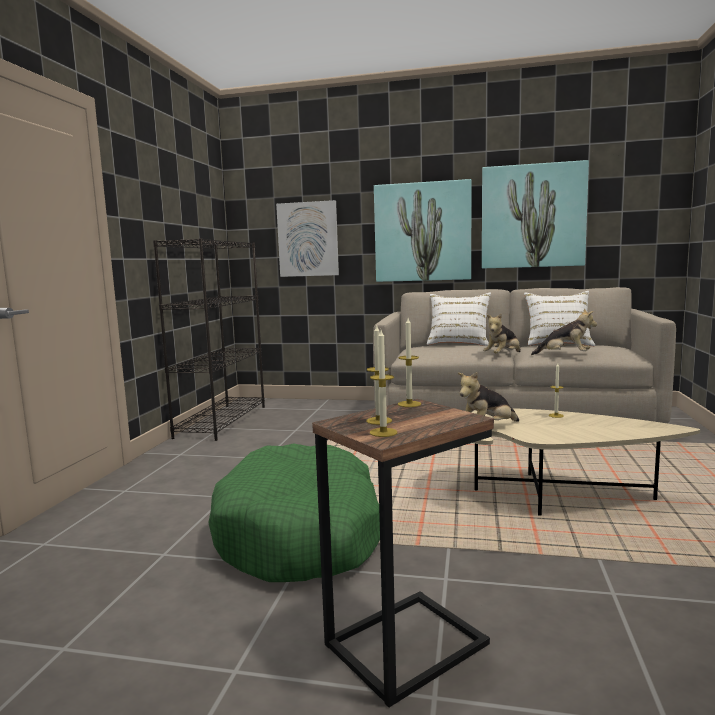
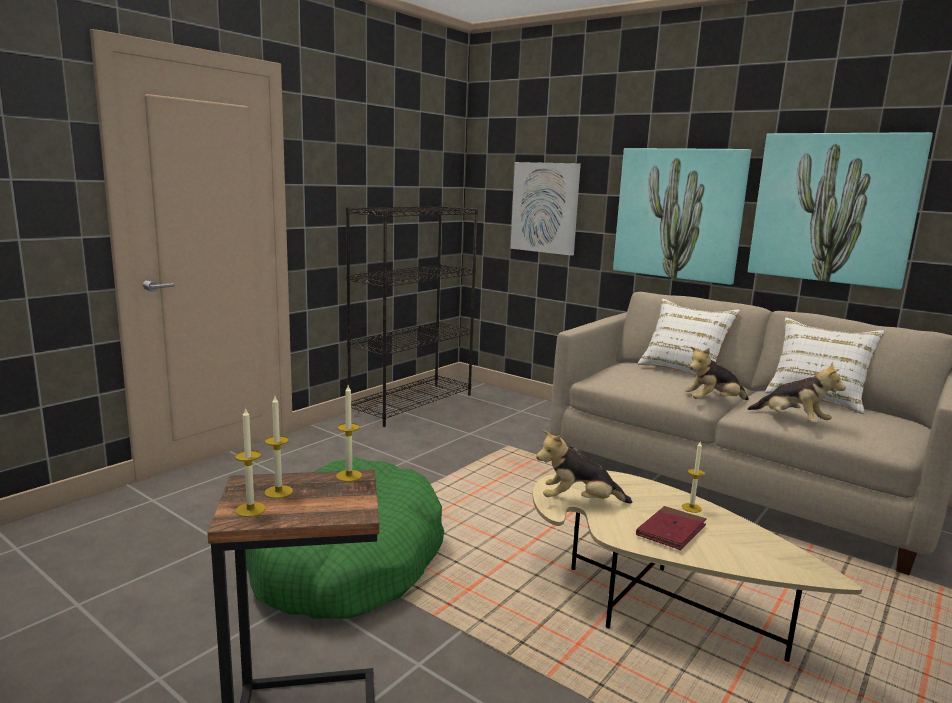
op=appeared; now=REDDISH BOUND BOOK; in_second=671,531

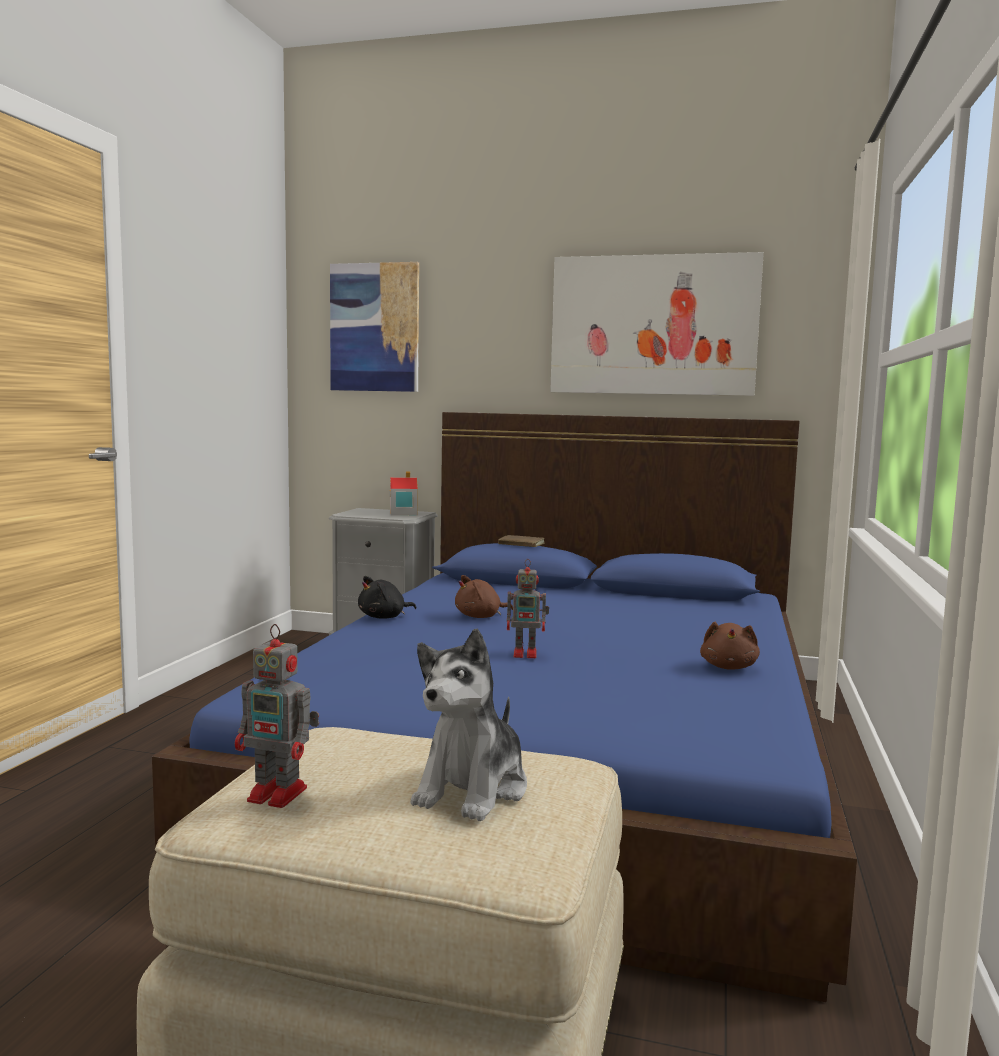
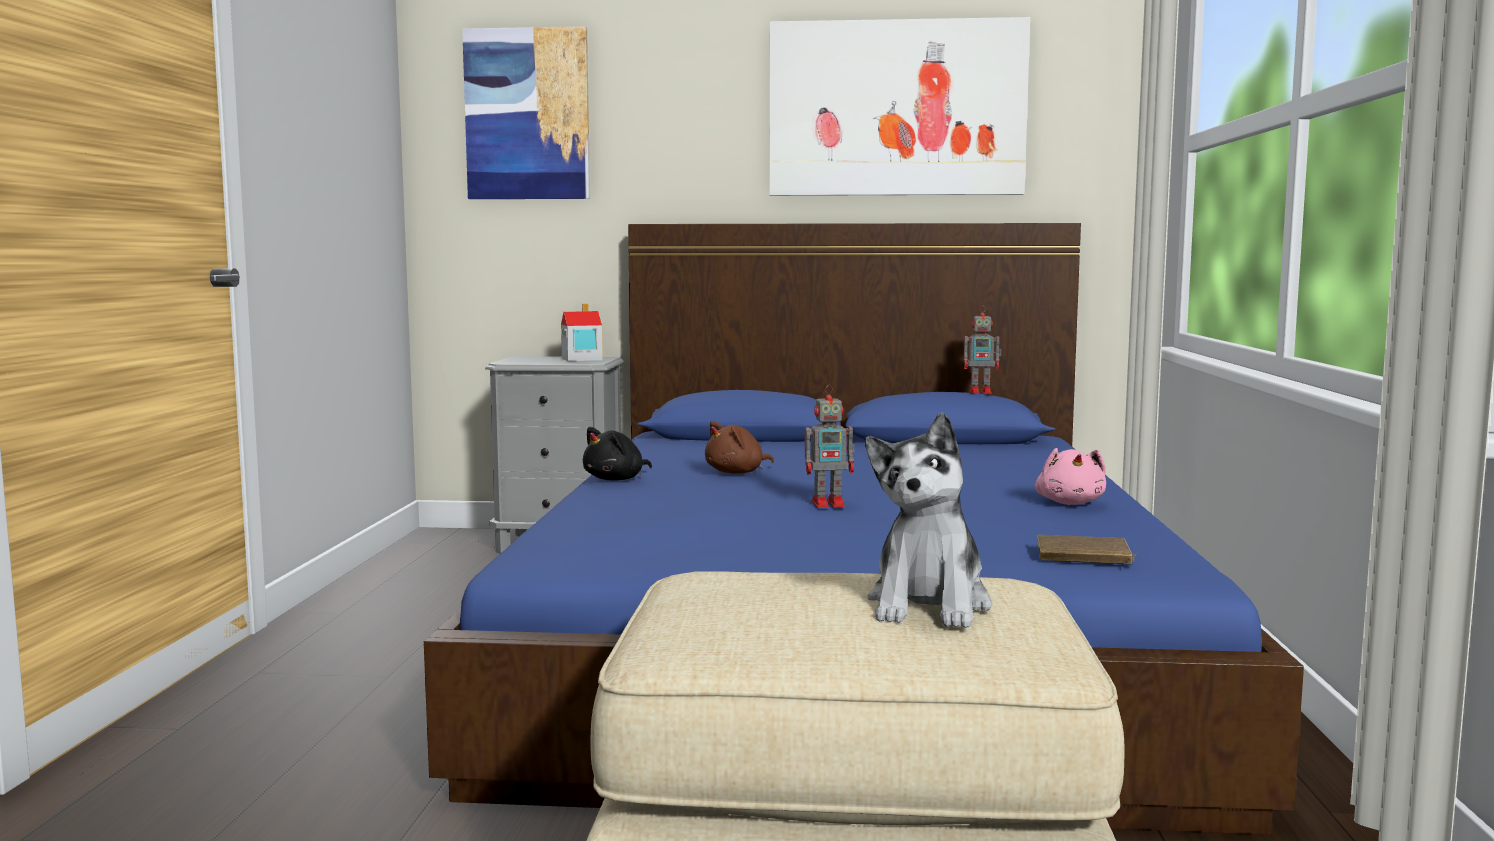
op=relocated; was=TOY ROBOT; in_first=280,794; in_second=981,392
op=relocated; was=BROWN BOUND BOOK; in_first=520,544; in_second=1083,557
op=colour; was=BROWN SOFT TOY; now=PINK-COLOURED SOFT TOY; in_first=729,667; in_second=1070,503

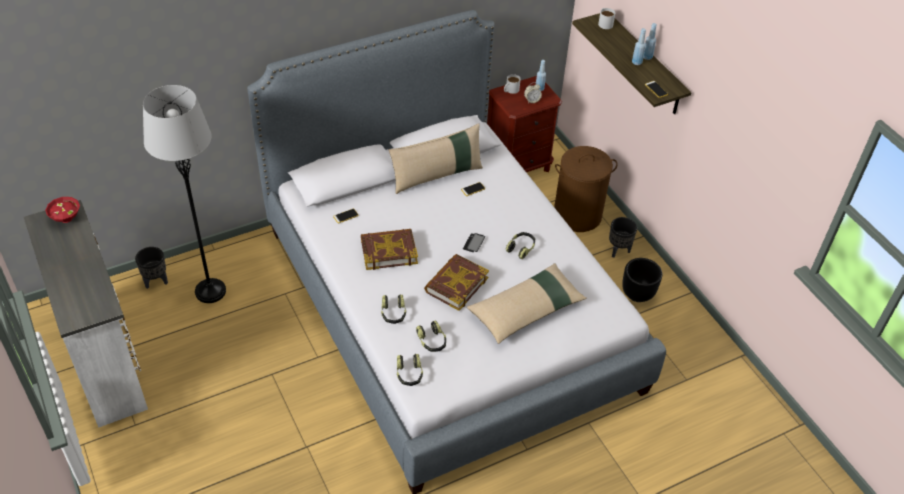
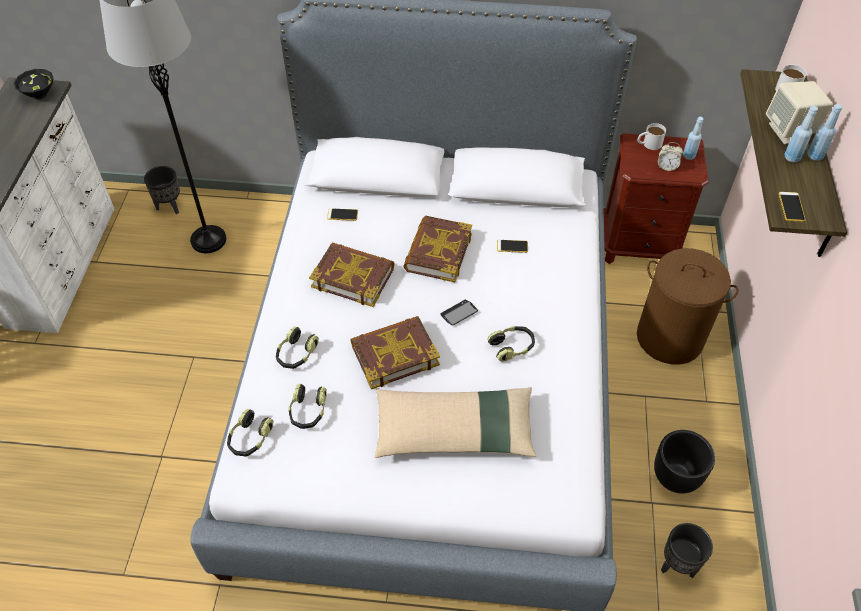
op=missing; was=BEIGE CUSHION; in_first=436,175
op=appeared; now=BOUND BOOK; in_second=437,252
op=appeared; now=BEIGE SPEAKER; in_second=789,131
op=relocated; was=BLACKISH FLOWER POT; in_first=619,251; in_second=678,566
op=colour; was=REDDISH BOWL; now=BLACKISH BOWL; in_first=65,219; in_second=39,95

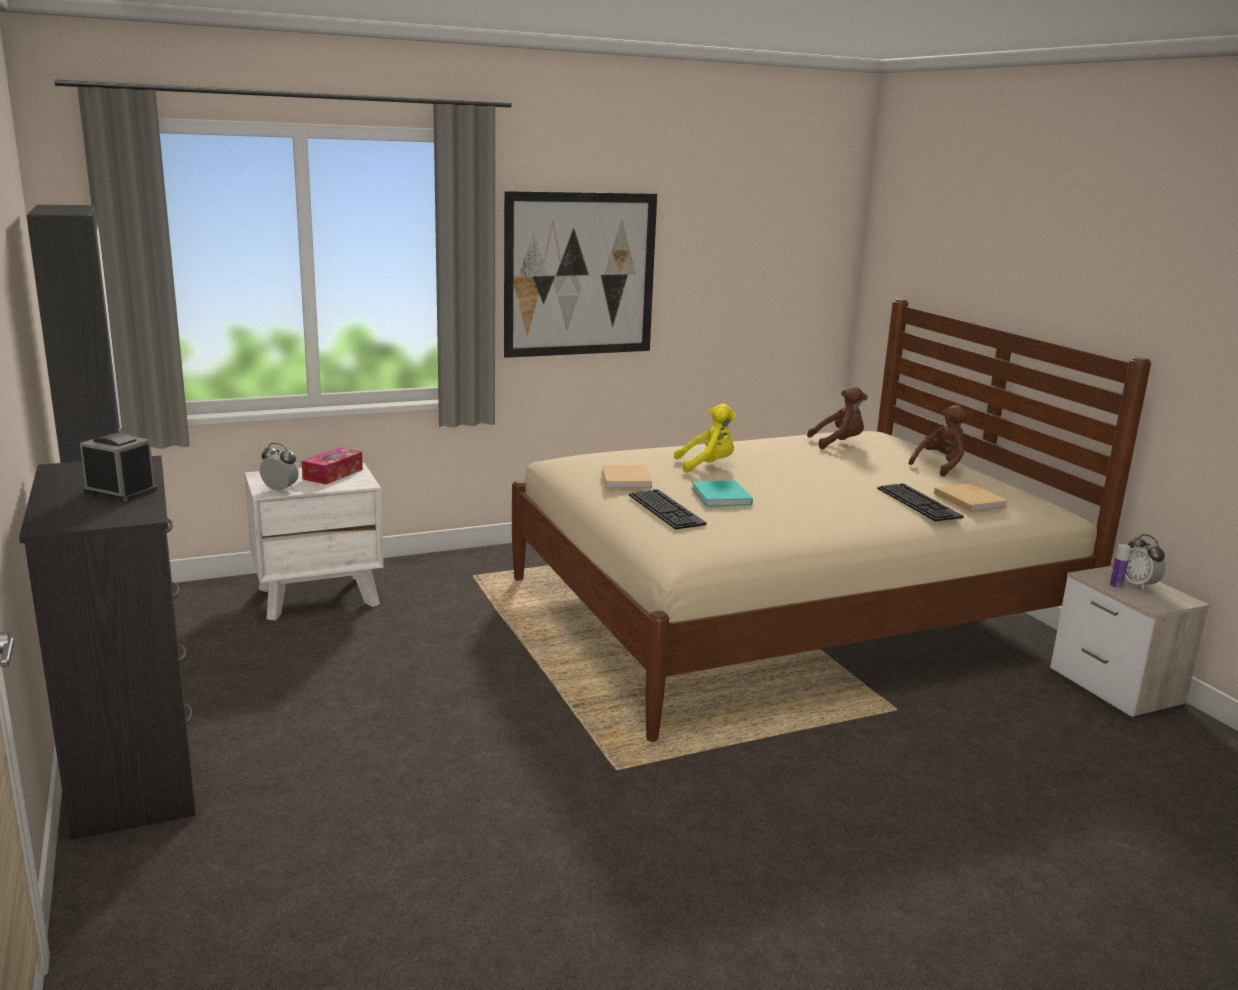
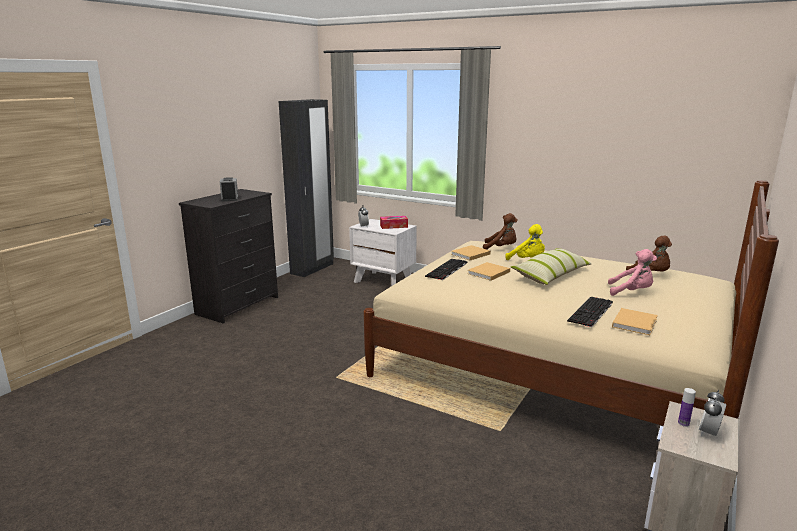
op=missing; was=PICTURE; in_first=580,275
op=appeared; now=CUSHION; in_second=551,275
op=appeared; now=PINK-COLOURED SOFT TOY; in_second=631,292
op=relocated; was=BROWN SOFT TOY; in_first=940,466; in_second=501,248
op=colour; was=BLUE-GREEN BOUND BOOK; now=BEIGE BOUND BOOK; in_first=721,497; in_second=488,273

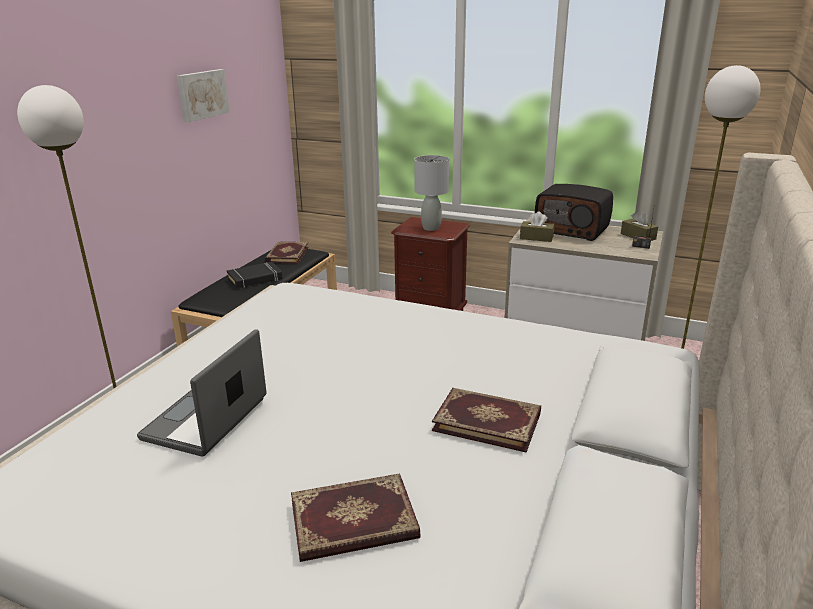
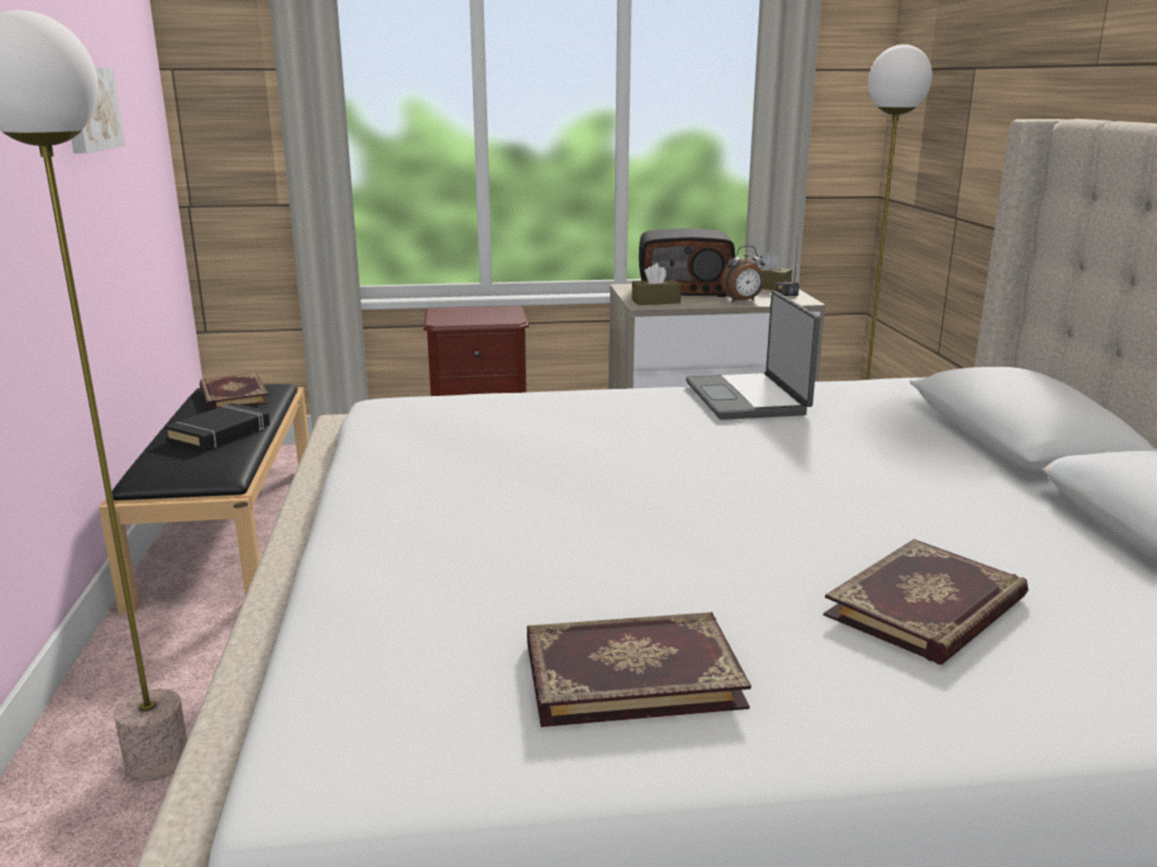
op=missing; was=GREYISH LAMP FOR A TABLE; in_first=430,228
op=appeared; now=ALARM CLOCK; in_second=743,301
op=relocated; was=NOTEBOOK COMPUTER; in_first=207,419; in_second=748,398
op=relocated; was=BOUND BOOK; in_first=487,421; in_second=631,672

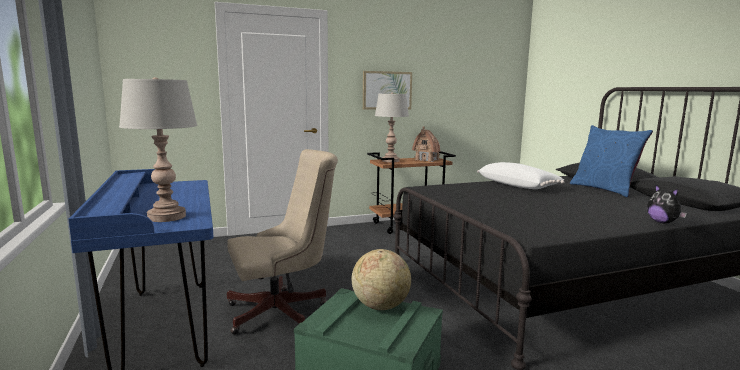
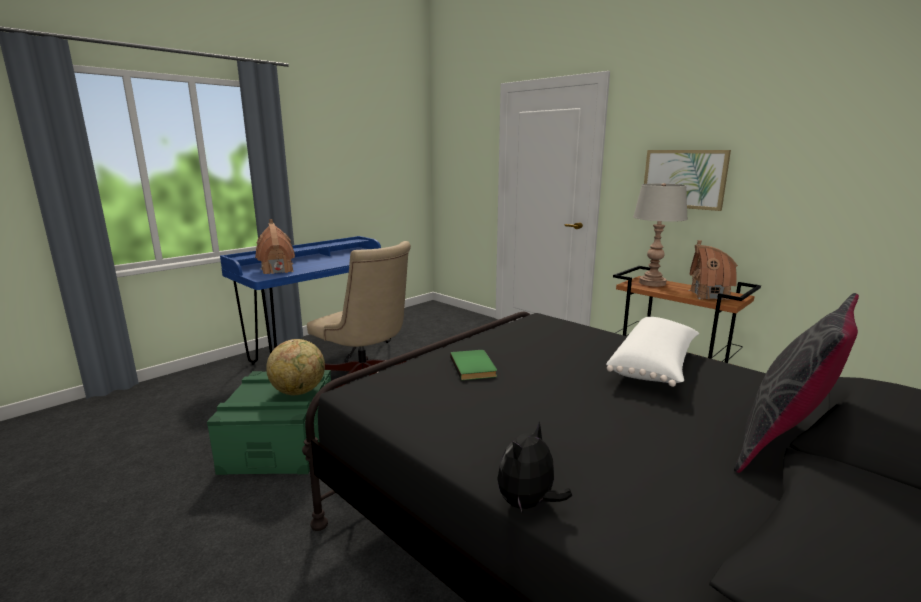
op=appeared; now=GREEN BOUND BOOK; in_second=474,367
op=exchanged; was=GREYISH LAMP FOR A TABLE; now=MODEL HOUSE; in_first=167,217; in_second=277,270
op=colour; was=BLUISH CUSHION; now=GREYISH CUSHION; in_first=604,189; in_second=783,446

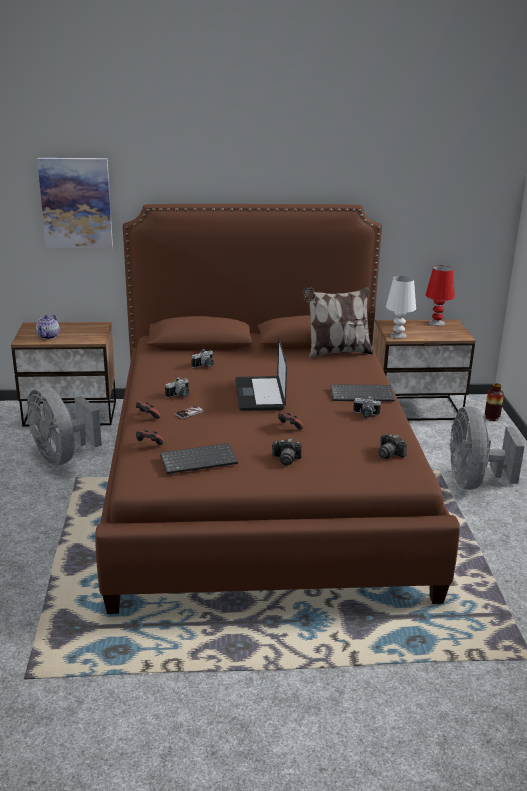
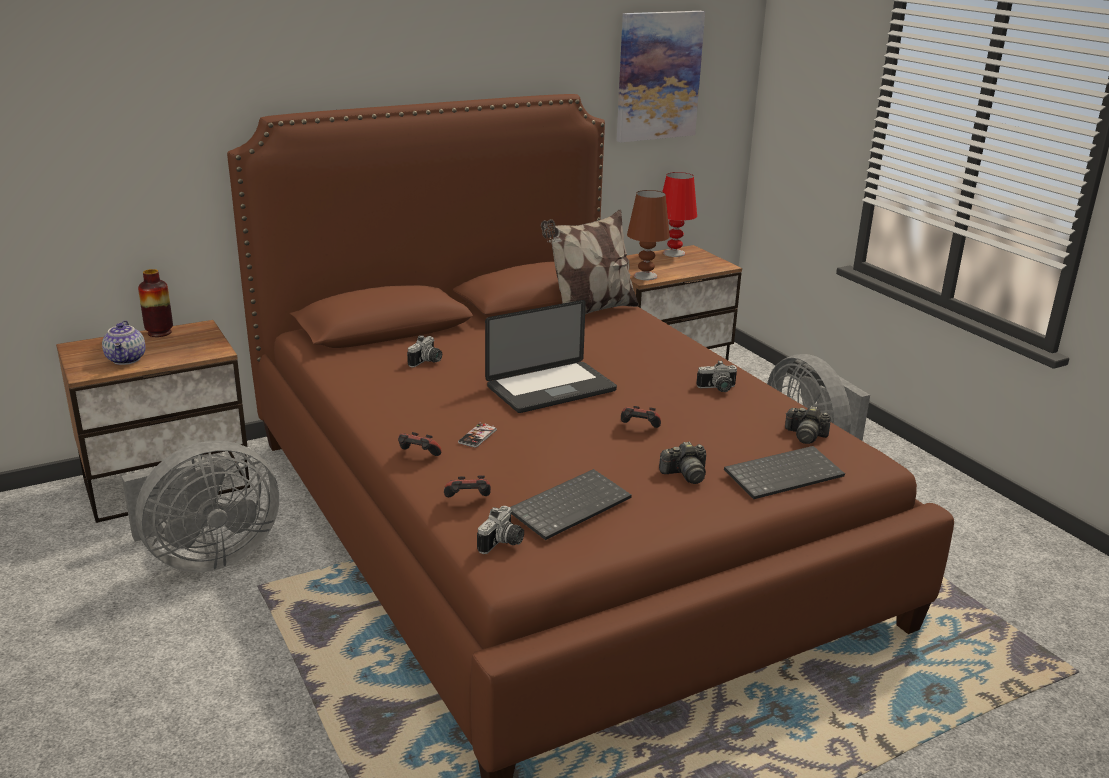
op=relocated; was=PICTURE; in_first=76,203; in_second=658,76
op=relocated; was=PHOTO CAMERA; in_first=180,395; in_second=503,543
op=relocated; was=KEYBOARD; in_first=362,394; in_second=783,474
op=relocated; was=DECORATIVE VASE; in_first=492,418; in_second=159,333
op=colour; was=WHITISH LAMP FOR A TABLE; now=BROWN LAMP FOR A TABLE; in_first=398,335; in_second=645,276
op=spun; was=GREYISH COOLING FAN; in_first=62,457; in_second=206,557; clockwise=-60
op=spun; was=NOTEBOOK COMPUTER; in_first=259,395; in_second=551,389; clockwise=-90

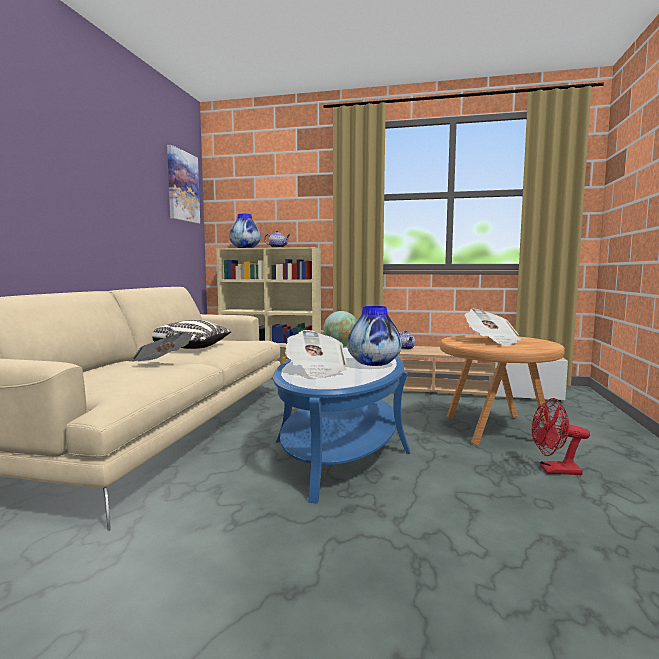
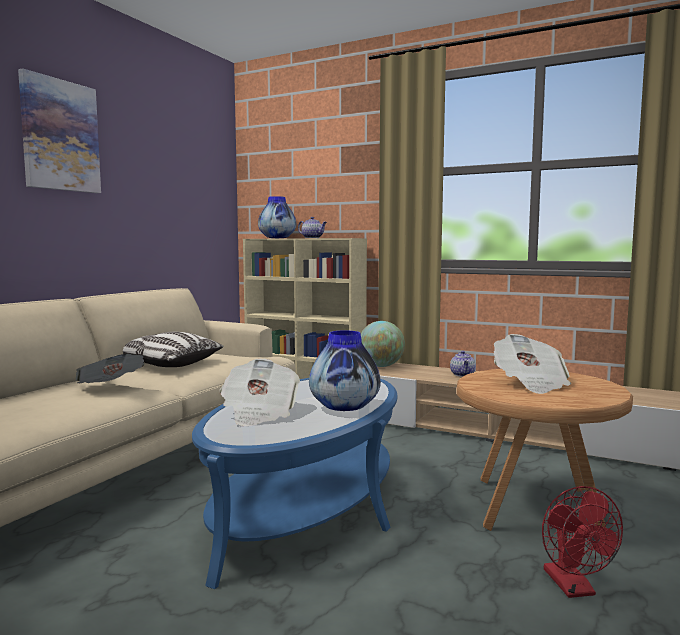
op=relocated; was=PICTURE; in_first=182,186; in_second=60,135
op=spun; was=REDDISH COOLING FAN; in_first=554,471; in_second=574,588; clockwise=-120

